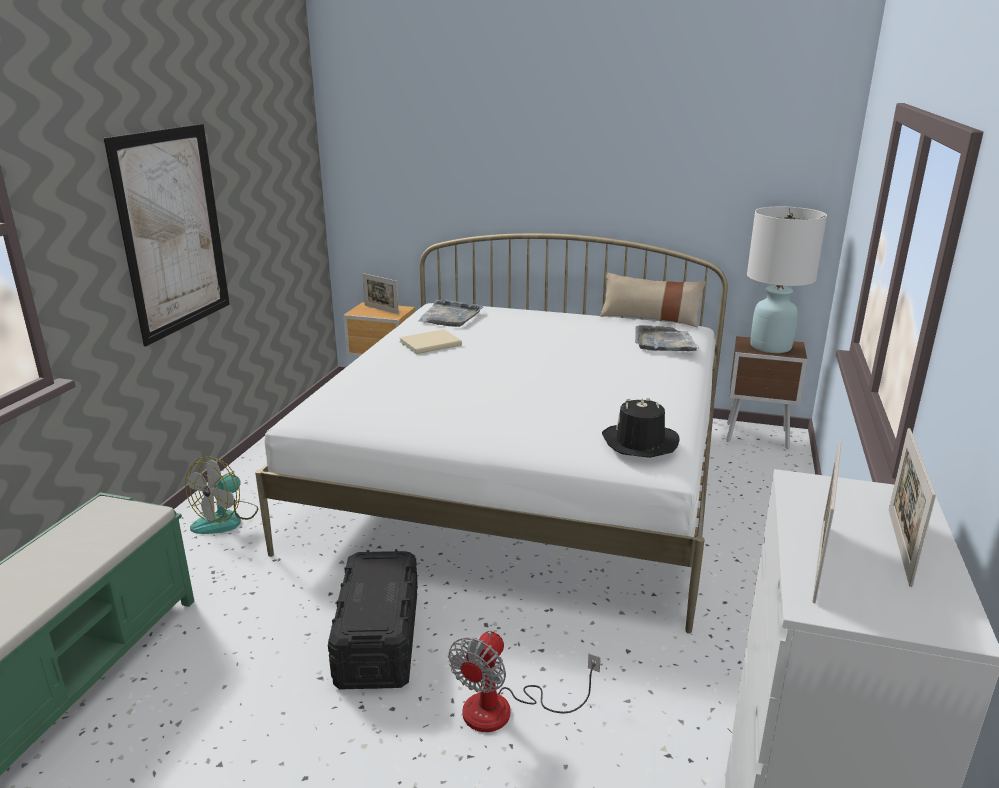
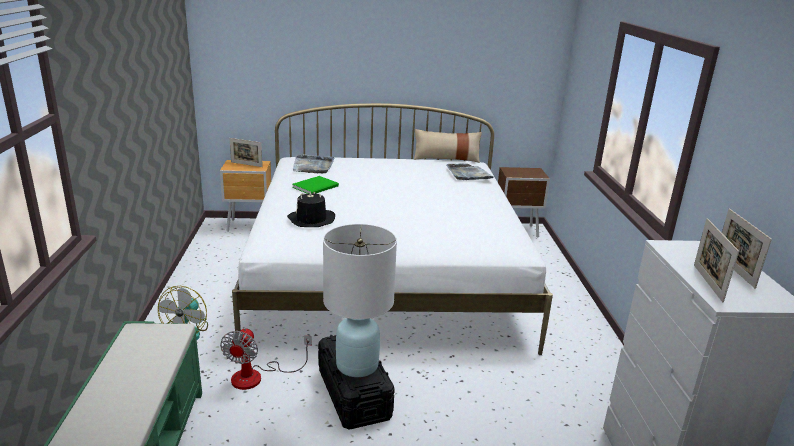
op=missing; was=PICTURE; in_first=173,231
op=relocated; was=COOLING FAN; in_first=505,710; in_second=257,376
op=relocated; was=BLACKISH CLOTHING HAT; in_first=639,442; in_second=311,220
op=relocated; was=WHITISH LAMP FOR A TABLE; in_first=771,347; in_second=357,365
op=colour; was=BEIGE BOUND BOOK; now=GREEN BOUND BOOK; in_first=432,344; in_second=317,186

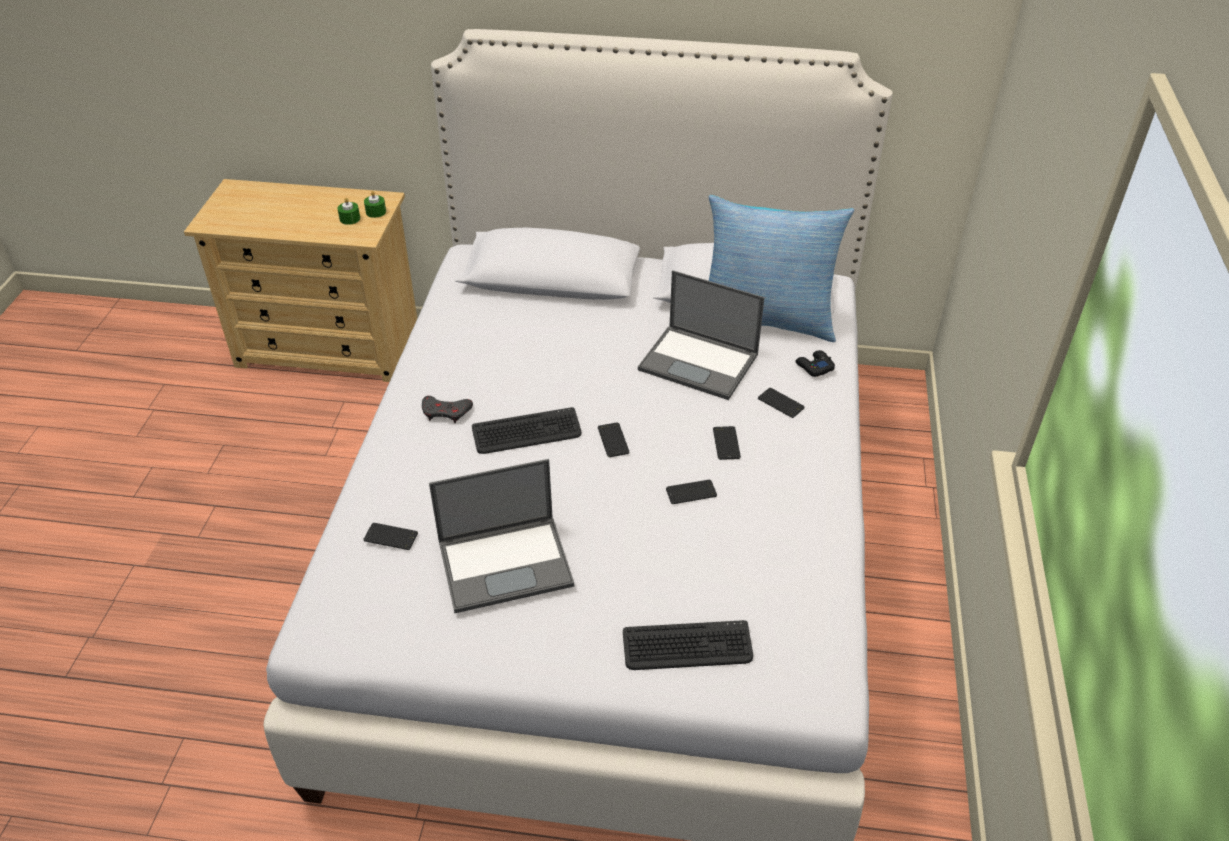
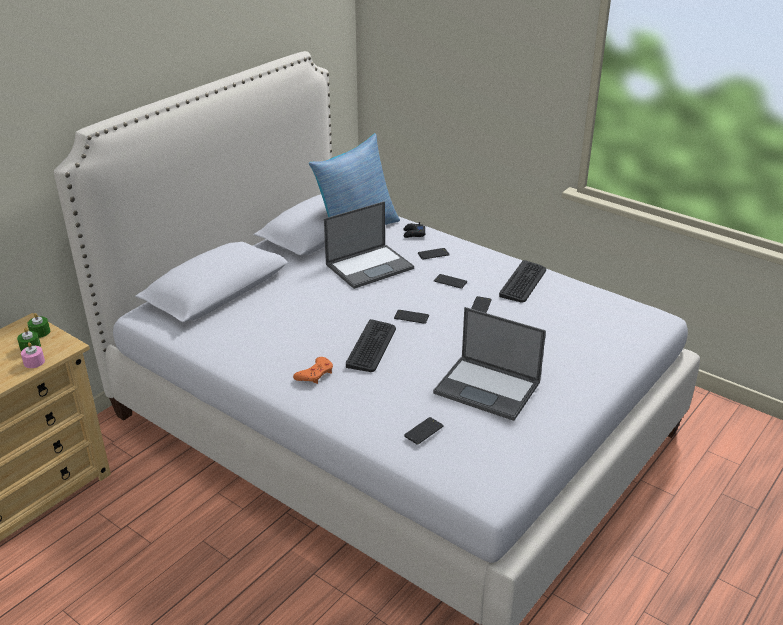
op=appeared; now=PINK-COLOURED WAX CANDLE; in_second=34,362
op=relocated; was=KEYBOARD; in_first=687,647; in_second=523,282
op=colour; was=GREYISH GAMEPAD; now=ORANGEY GAMEPAD; in_first=446,412; in_second=315,374
op=spun; was=NOTEBOOK COMPUTER; in_first=507,562; in_second=488,388; clockwise=105

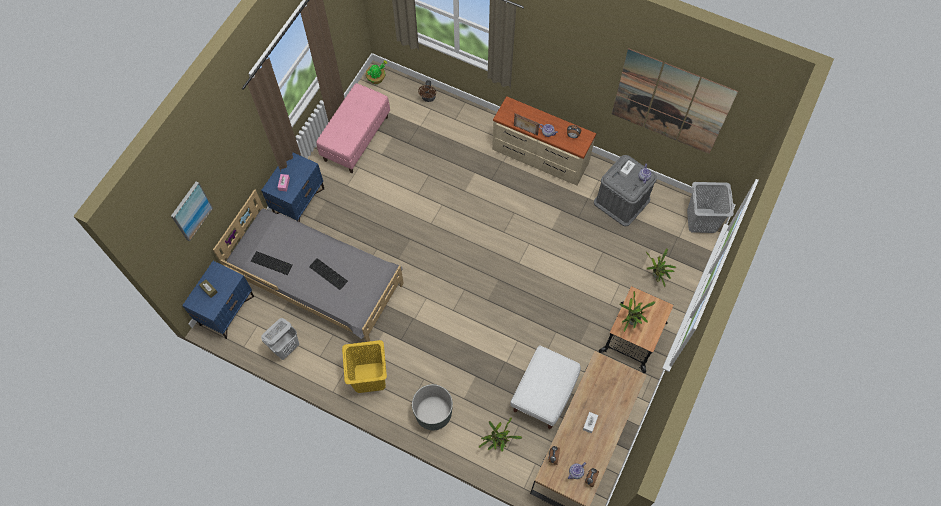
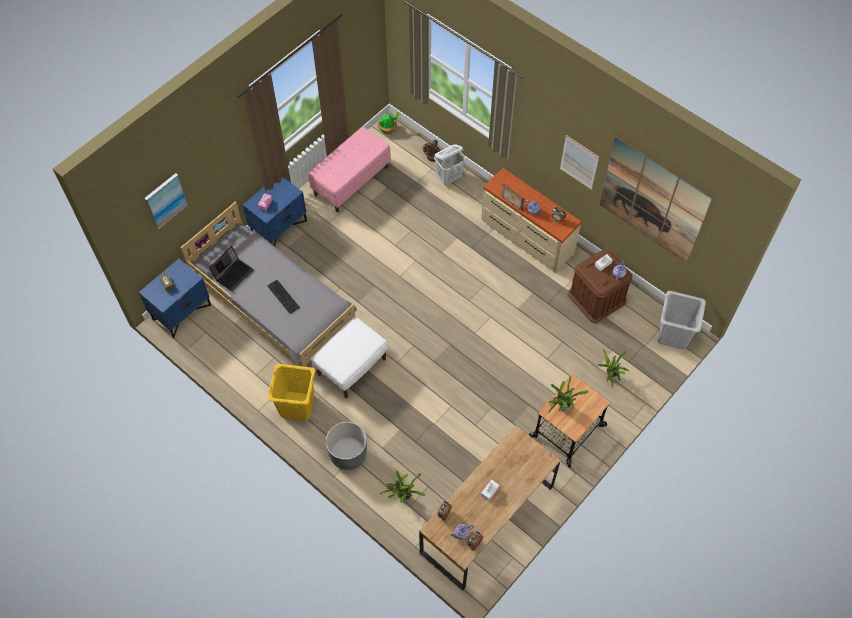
op=appeared; now=PICTURE; in_second=579,162
op=relocated; was=WHITISH LAUNDRY BASKET; in_first=286,347; in_second=449,178
op=relocated; was=WHITISH FOOTREST; in_first=544,393; in_second=352,366
op=exchanged; was=KEYBOARD; now=NOTEBOOK COMPUTER; in_first=271,262; in_second=233,274
op=colour; was=GREYISH STORAGE CONTAINER; now=BROWN STORAGE CONTAINER; in_first=621,201; in_second=597,297

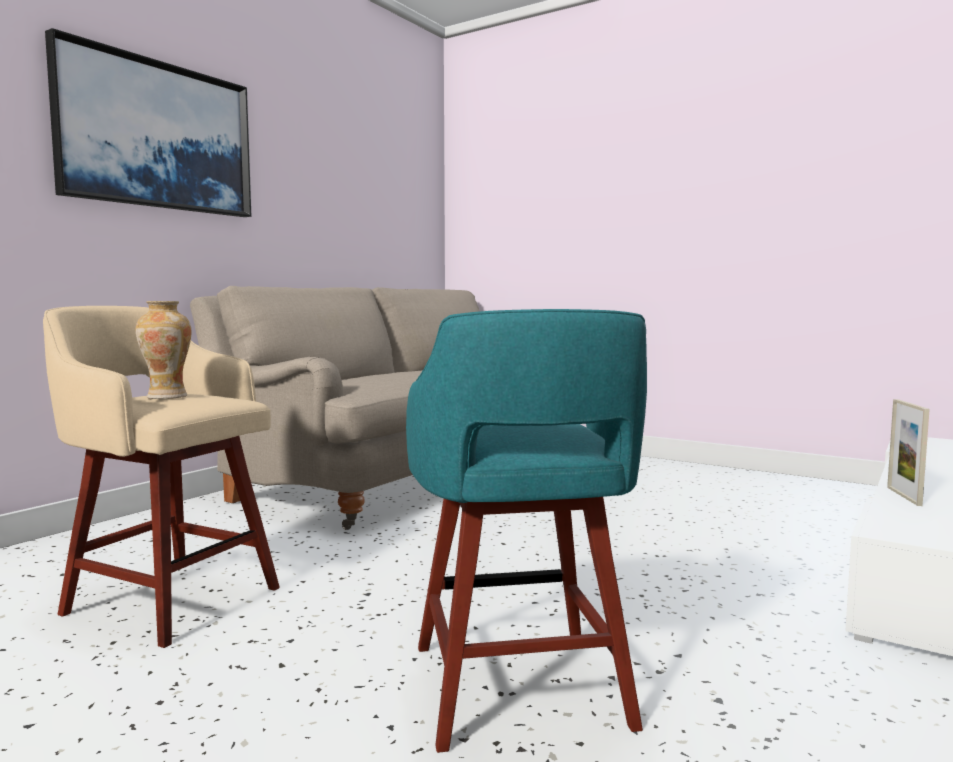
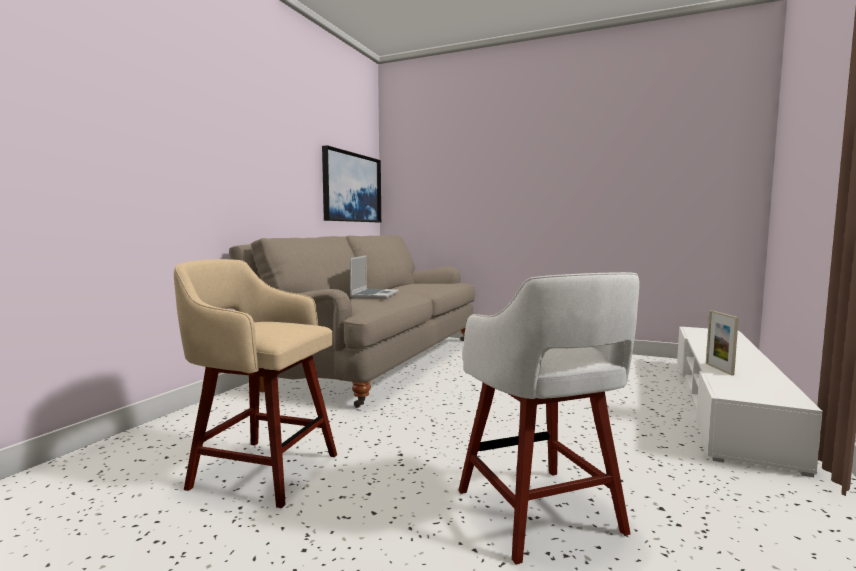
op=missing; was=DECORATIVE VASE; in_first=167,397
op=appeared; now=NOTEBOOK COMPUTER; in_second=374,295
op=relocated; was=PICTURE; in_first=157,136; in_second=352,187
op=colour; was=BLUE-GREEN SITTING STOOL; now=WHITISH SITTING STOOL; in_first=519,690; in_second=540,514

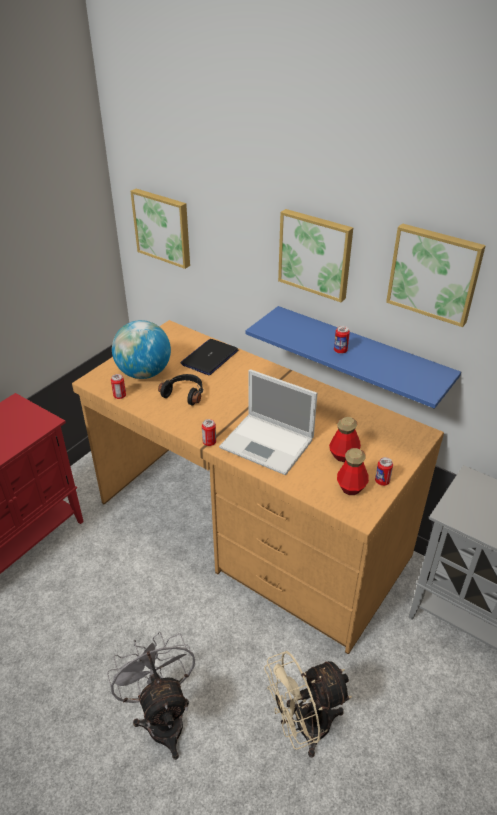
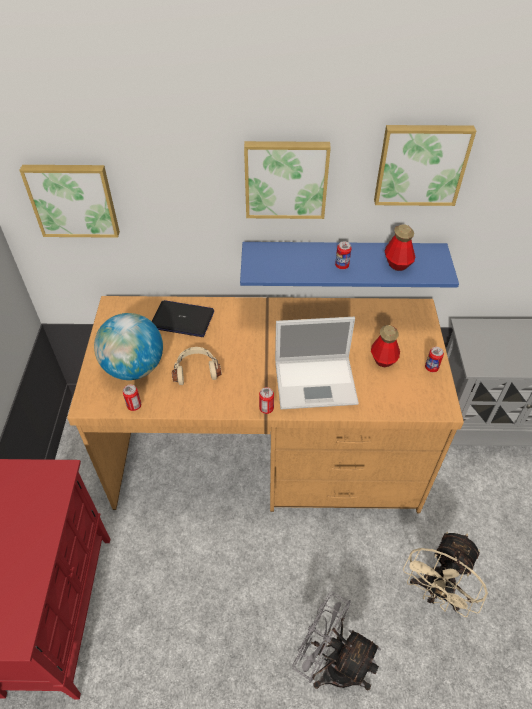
op=relocated; was=DRINK BOTTLE; in_first=351,487; in_second=397,264
op=colour; was=BLACKISH PAIR OF HEADPHONES; now=BEIGE PAIR OF HEADPHONES; in_first=185,394; in_second=196,370
op=spun; was=NOTEBOOK COMPUTER; in_first=209,358; in_second=183,319; clockwise=105

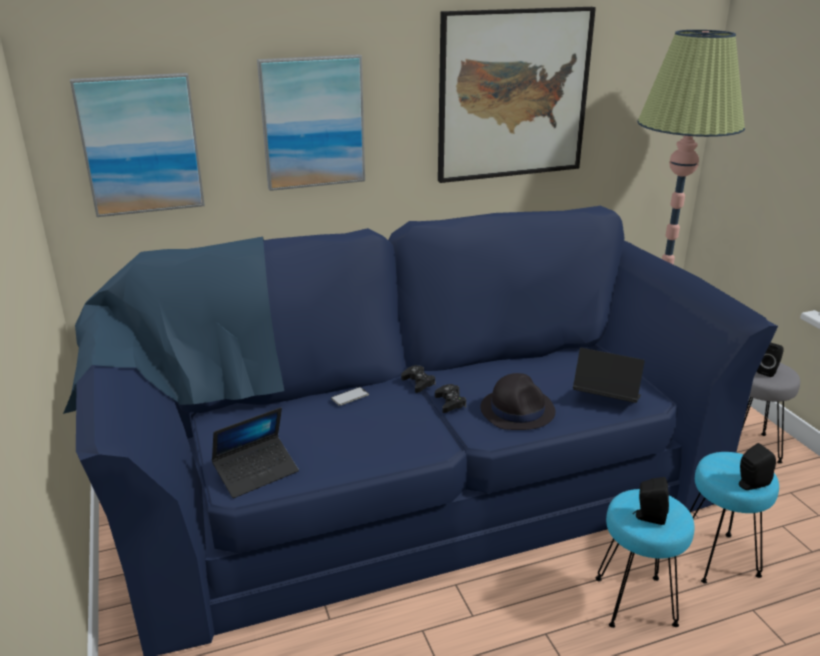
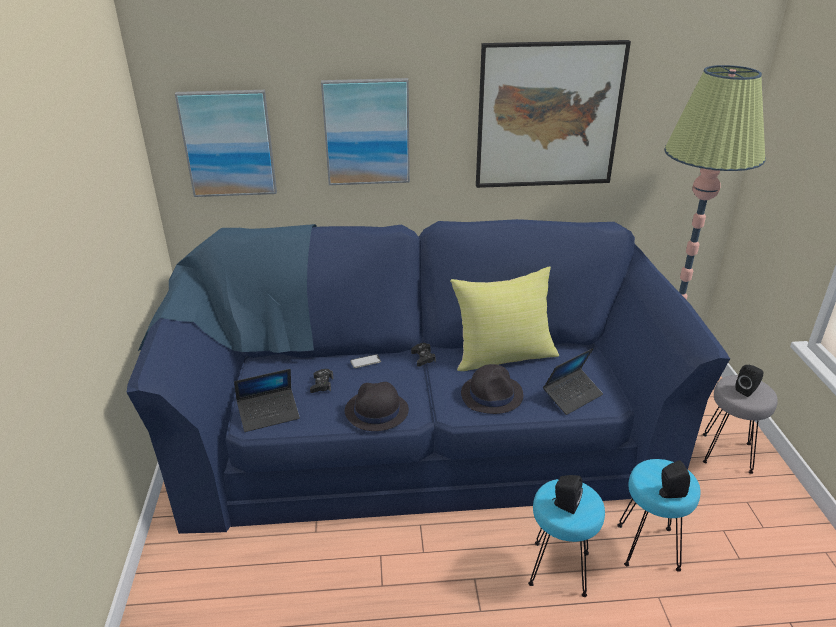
op=appeared; now=BLACKISH CLOTHING HAT; in_second=376,411
op=appeared; now=YELLOWISH CUSHION; in_second=503,356
op=relocated; was=BLACKISH GAMEPAD; in_first=450,403; in_second=322,384
op=spun; was=NOTEBOOK COMPUTER; in_first=606,398; in_second=572,396; clockwise=105

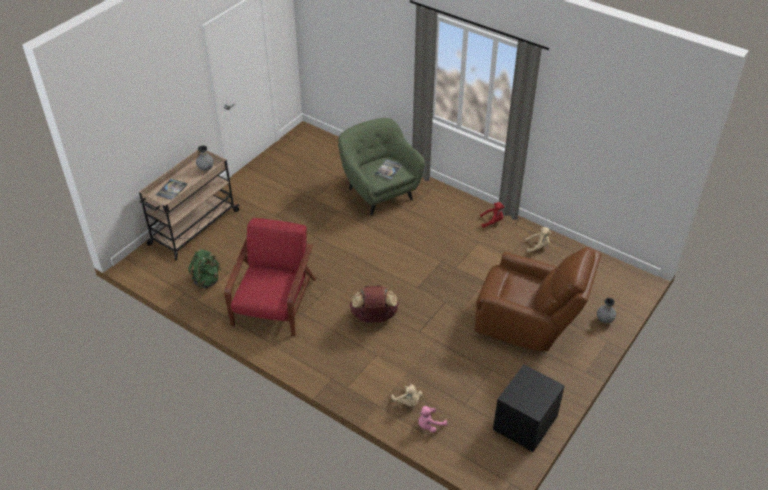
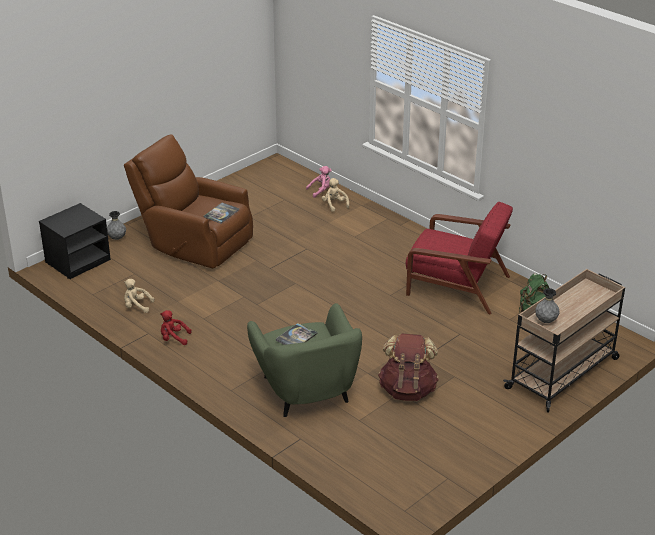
op=relocated; was=BOUND BOOK; in_first=171,190; in_second=221,213
op=relocated; was=BROWN KNAPSACK; in_first=374,317; in_second=407,390
op=relocated; was=BLACKISH NIGHT TABLE; in_first=525,424; in_second=78,261
op=spun; was=REDDISH ARMCHAIR; in_first=274,303; in_second=455,285; clockwise=-90

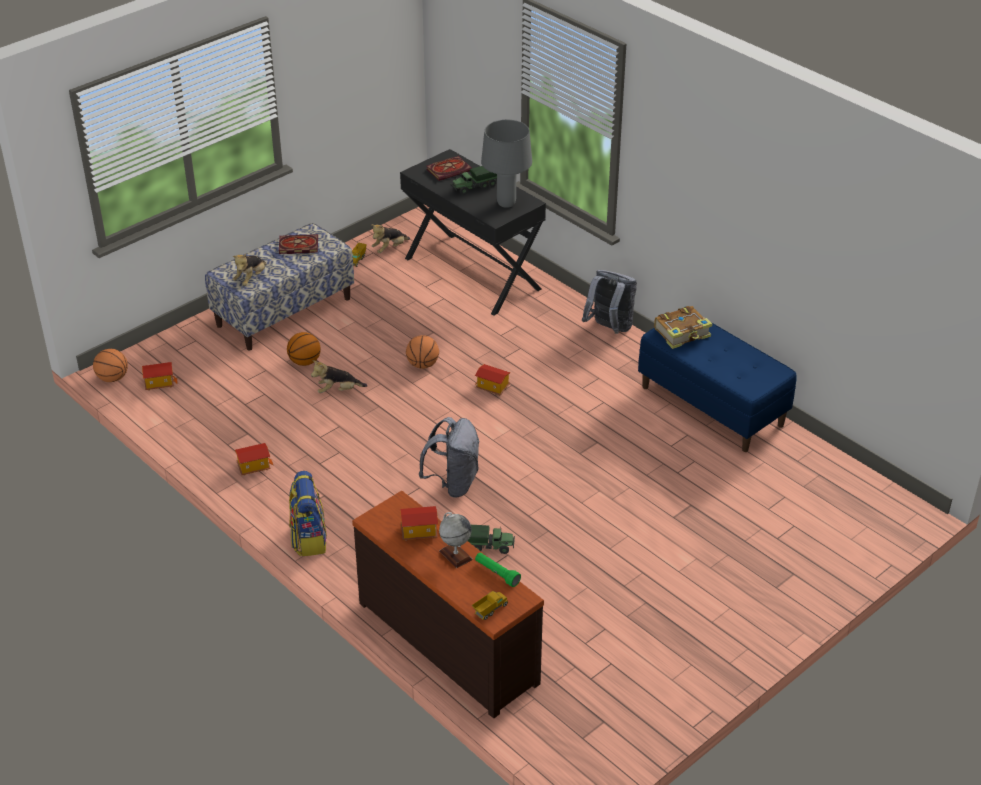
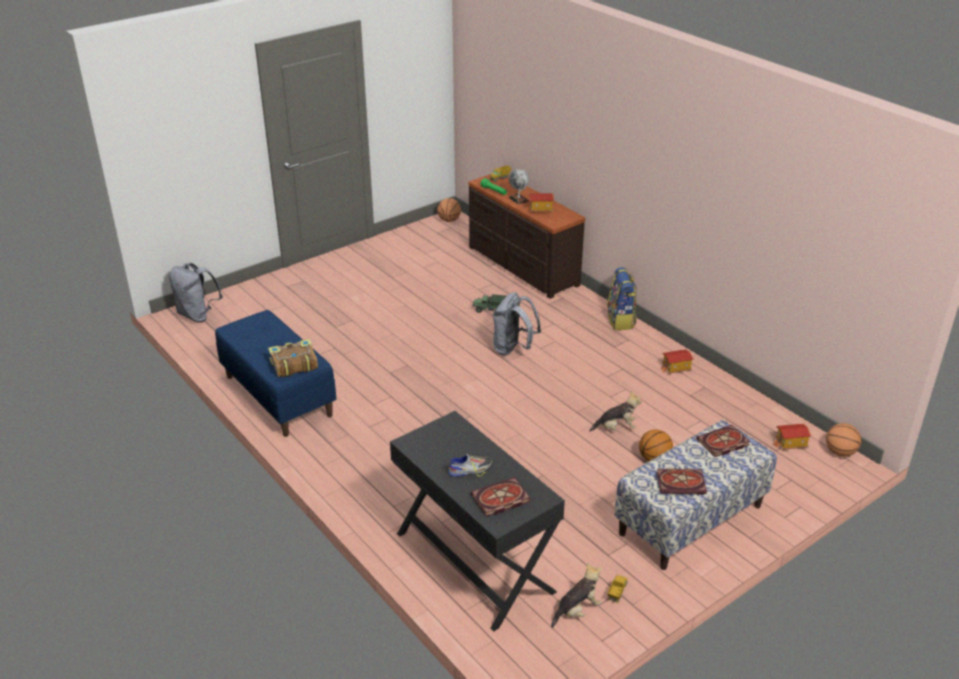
op=missing; was=MODEL HOUSE; in_first=492,388
op=missing; was=GREYISH LAMP FOR A TABLE; in_first=506,203
op=relocated; was=BASKETBALL BALL; in_first=422,365; in_second=449,220
op=relocated; was=GREYISH KNAPSACK; in_first=609,329; in_second=198,315
op=exchanged; was=SOFT TOY; now=BOUND BOOK; in_first=251,278; in_second=722,443
op=exchanged; was=TOY TRUCK; now=ITEM OF FOOTWEAR; in_first=474,187; in_second=470,469

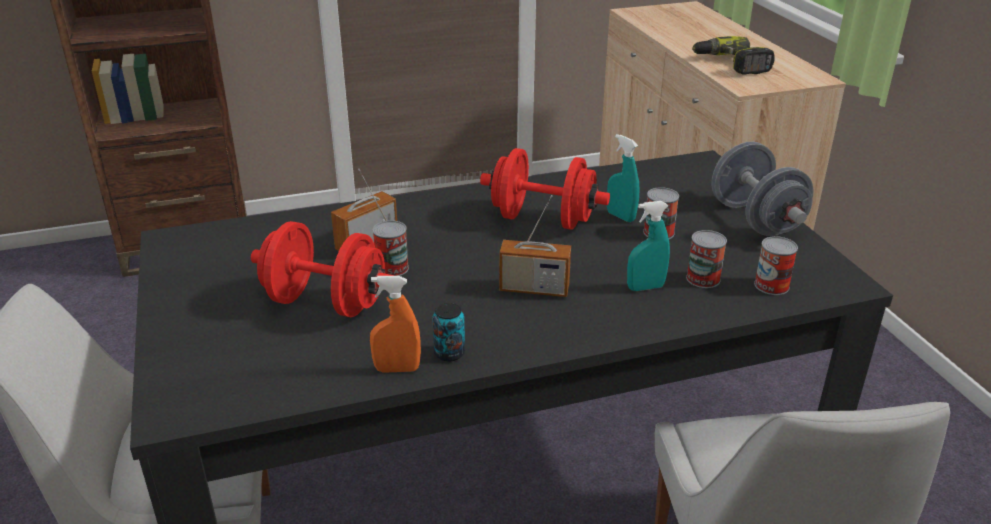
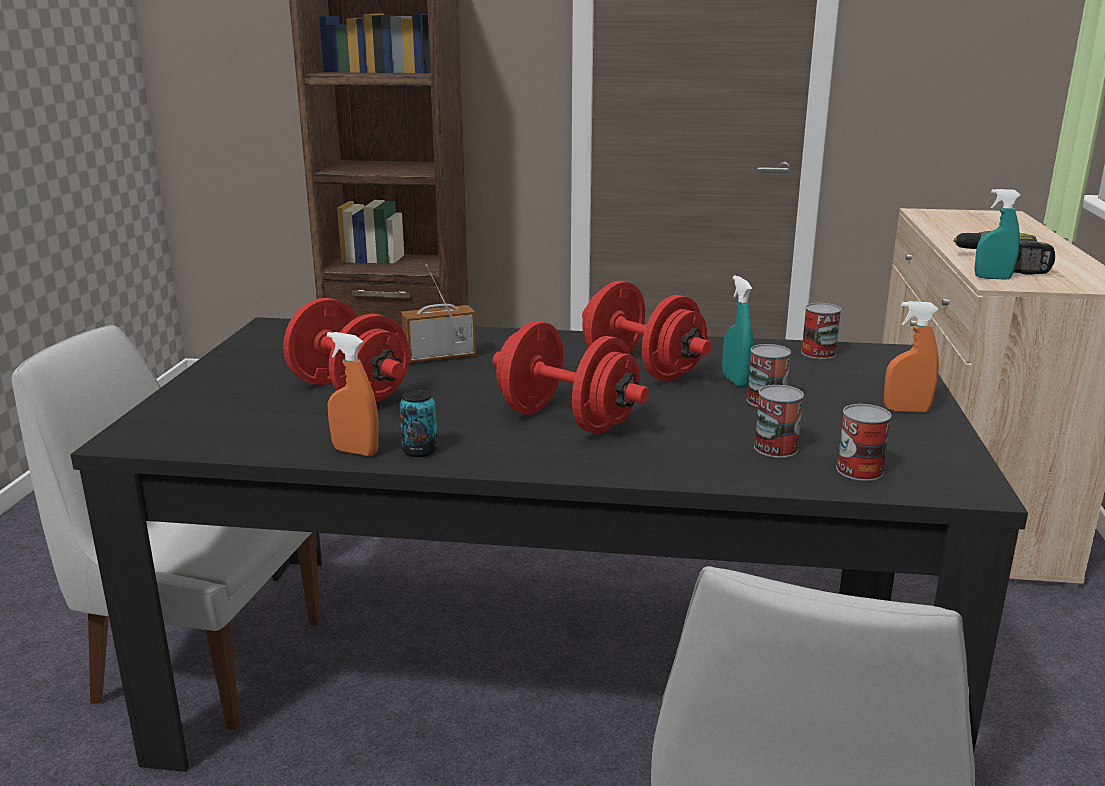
op=relocated; was=SEALED CAN; in_first=392,268; in_second=818,353
op=relocated; was=BLUE-GREEN SPRAY BOTTLE; in_first=645,287; in_second=992,278
op=exchanged; was=RADIO; now=REDDISH DUMBBELL; in_first=534,289; in_second=567,420
op=exchanged; was=GREYISH DUMBBELL; now=ORANGEY SPRAY BOTTLE; in_first=755,219; in_second=906,410

